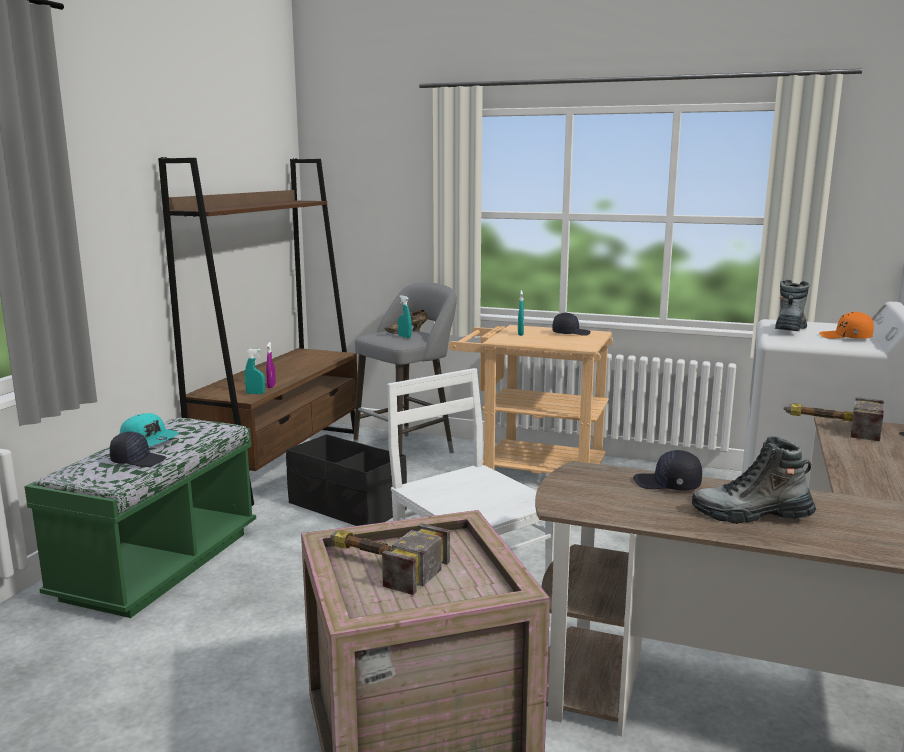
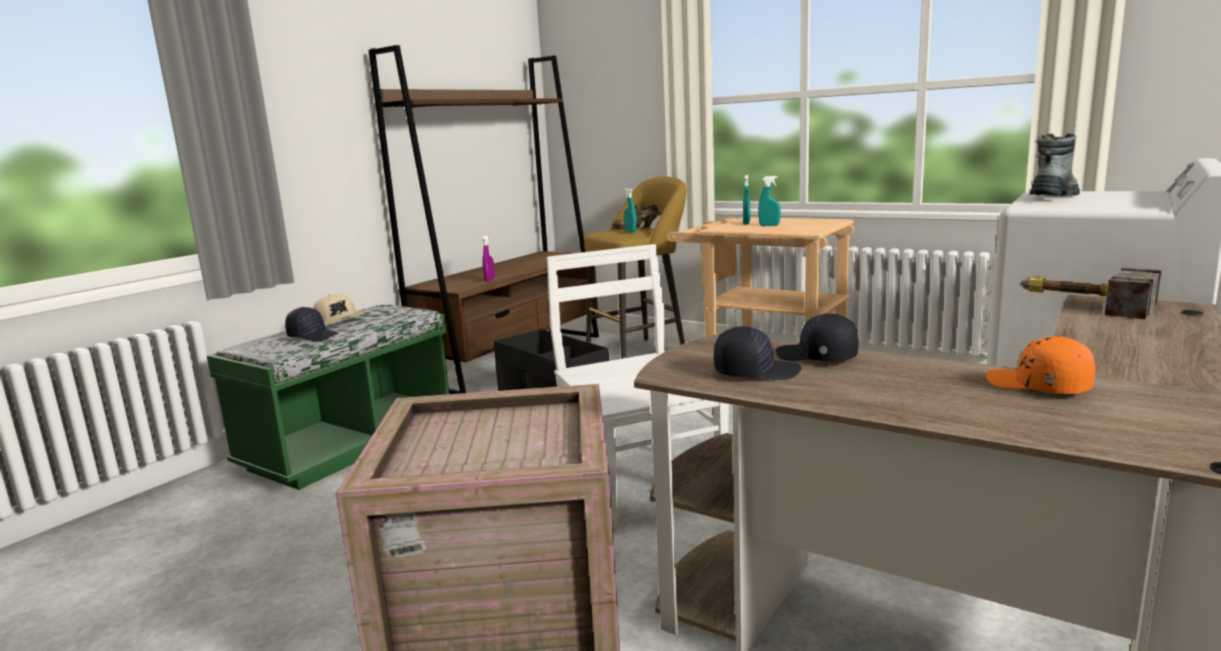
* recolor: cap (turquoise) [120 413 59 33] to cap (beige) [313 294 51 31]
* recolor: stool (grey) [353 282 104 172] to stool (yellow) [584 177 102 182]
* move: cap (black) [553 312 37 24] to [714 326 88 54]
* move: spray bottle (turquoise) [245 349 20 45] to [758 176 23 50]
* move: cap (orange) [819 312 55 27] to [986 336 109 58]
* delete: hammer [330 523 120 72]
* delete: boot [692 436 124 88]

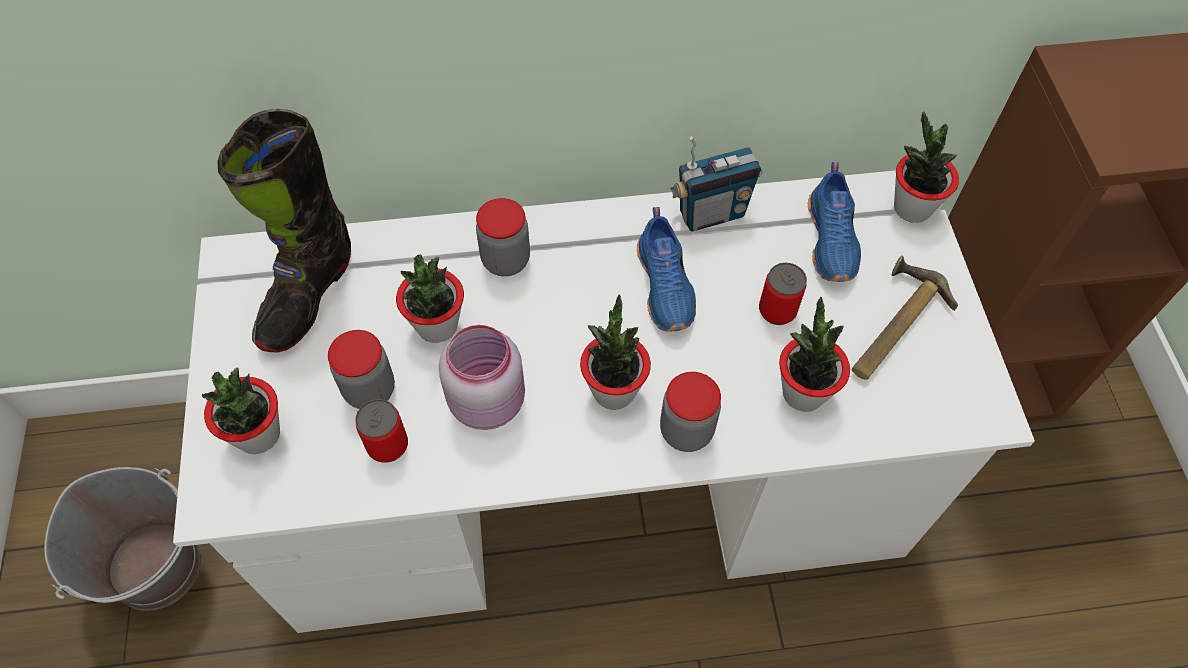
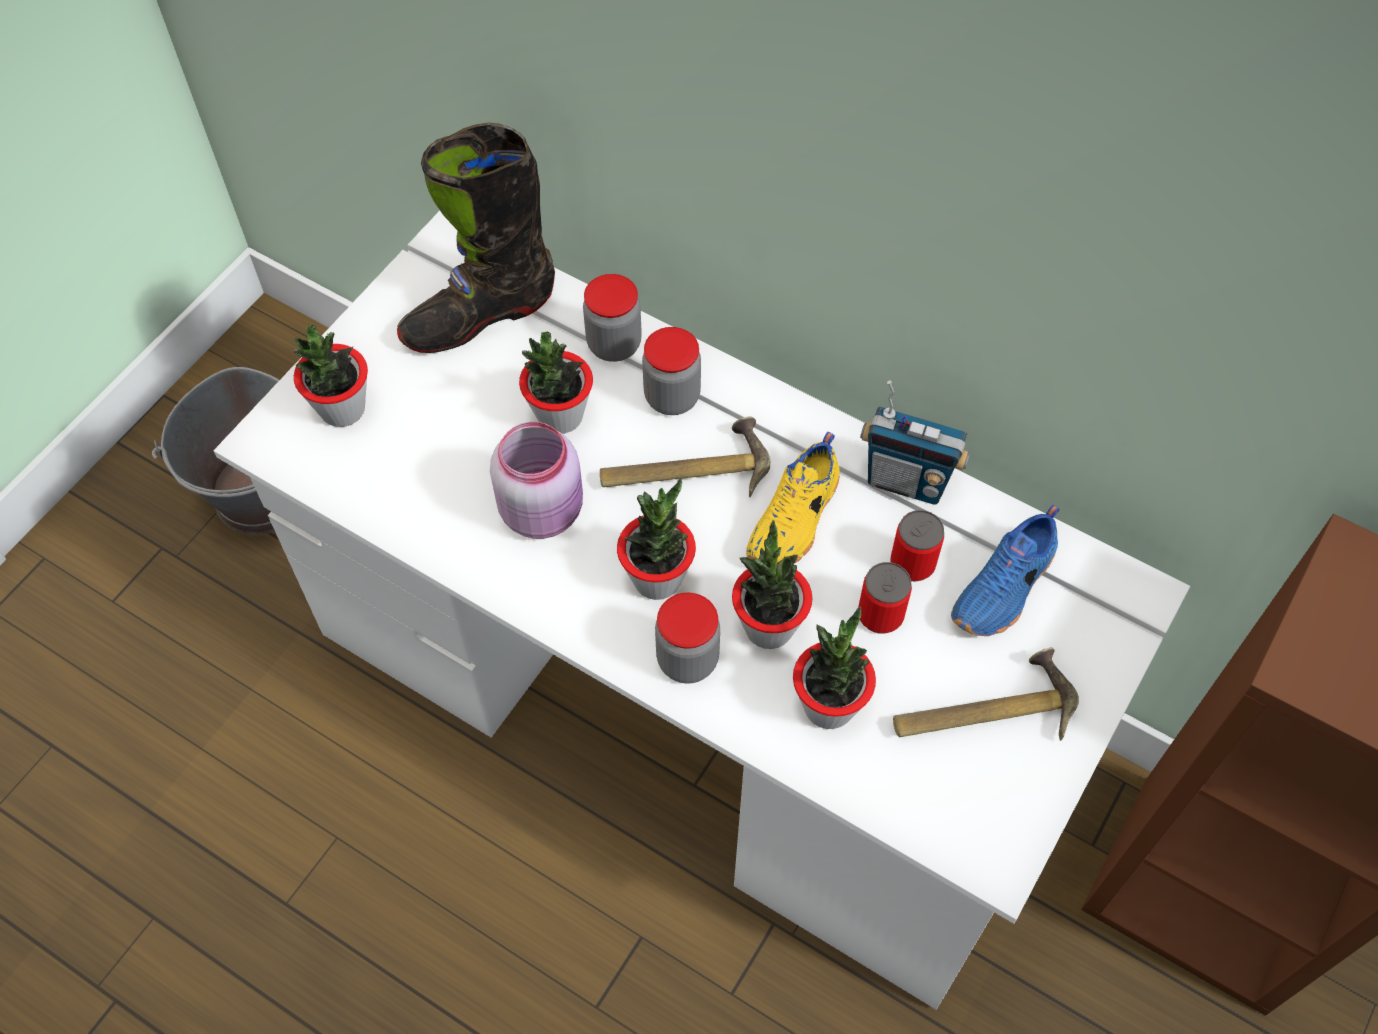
* move: jar [328 330 67 79] to [583 274 59 88]
* insert: hammer [600 417 171 80]
* move: potted plant [894 111 65 112] to [732 520 80 129]
* recolor: shoe (blue) [637 207 59 124] to shoe (yellow) [746 432 93 131]
* move: can [355 399 53 64] to [891 510 53 71]

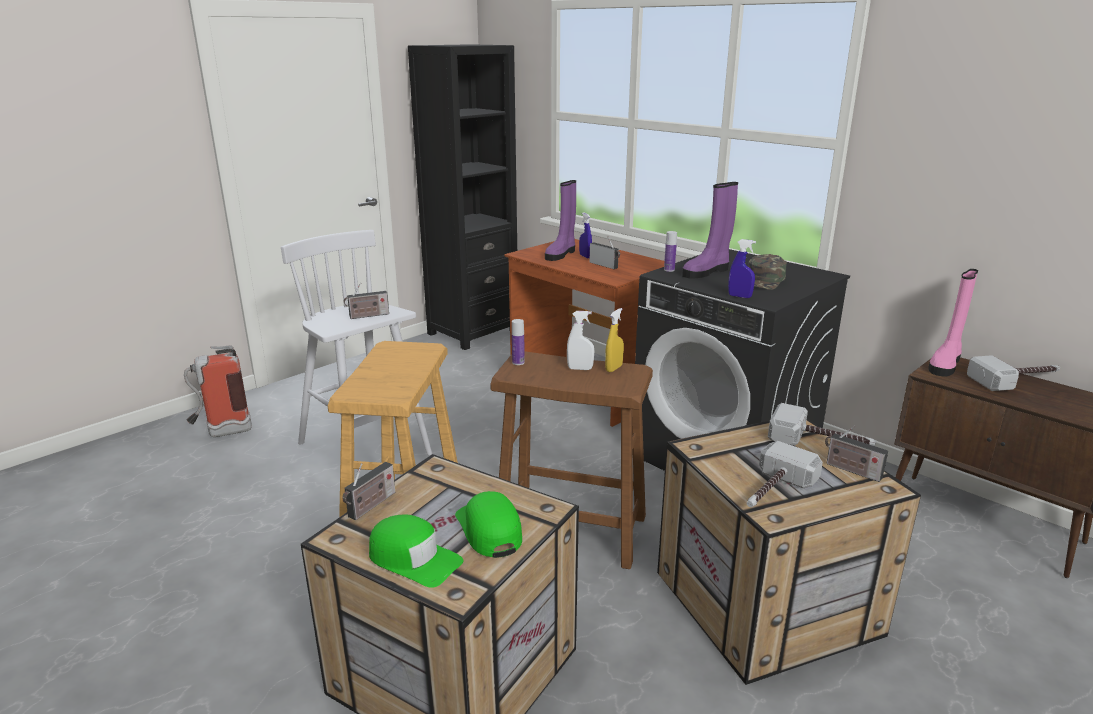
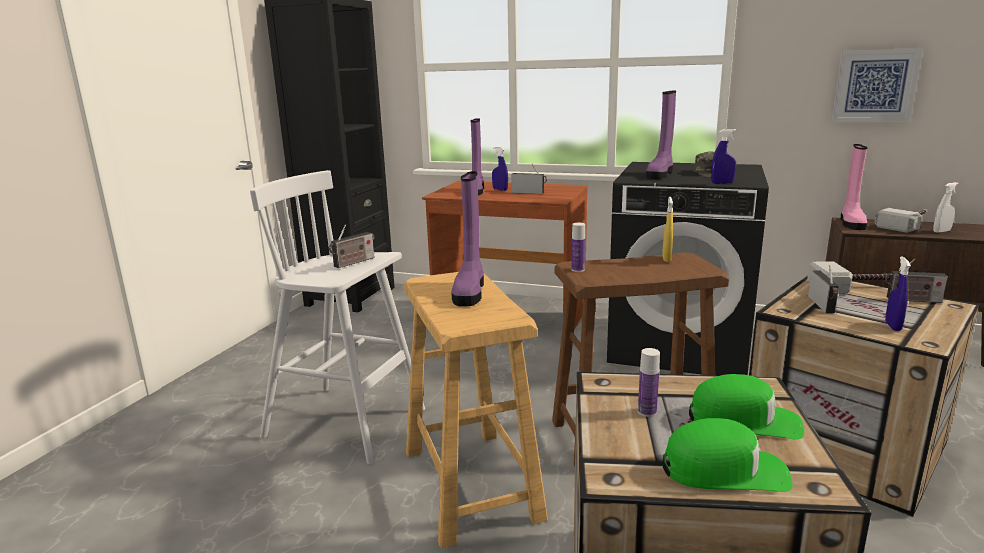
* insert: boot (purple) [451 171 33 136]
* move: bottle [664 231 13 41] to [638 348 22 69]
* rotate: cap (green) [455 491 67 67] = [689 374 115 66] 150 degrees clockwise
* move: radio [342 462 53 58] to [808 265 31 48]
* insert: picture [832 48 91 73]
* replace: hammer [747 441 76 66] to spray bottle (blue) [885 256 26 75]
* move: spray bottle (white) [567 311 27 59] to [933 182 26 51]
* delete: fire extinguisher [184 345 68 92]

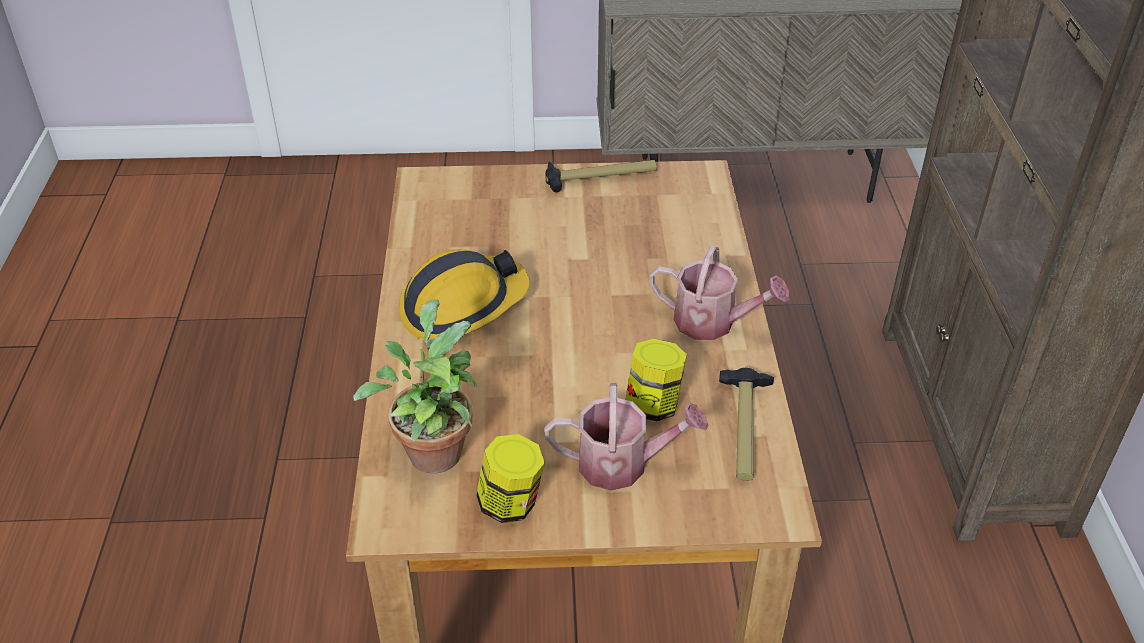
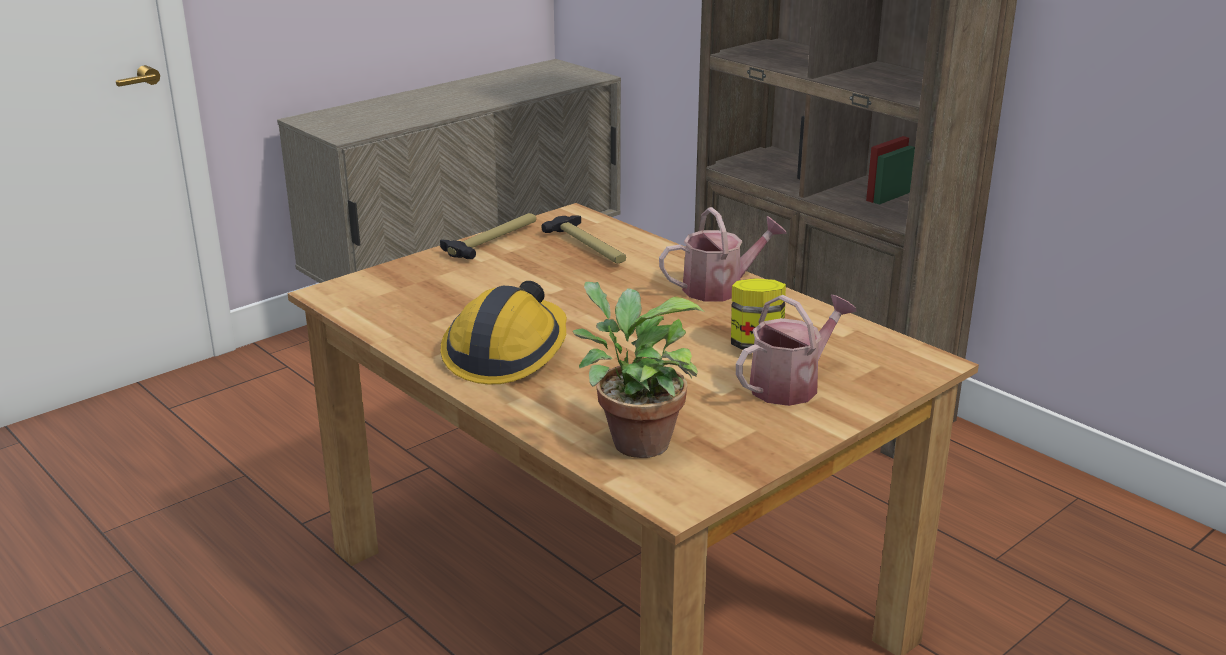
* move: hammer [719 368 55 112] to [541 216 85 47]
* delete: jar [476 434 69 89]

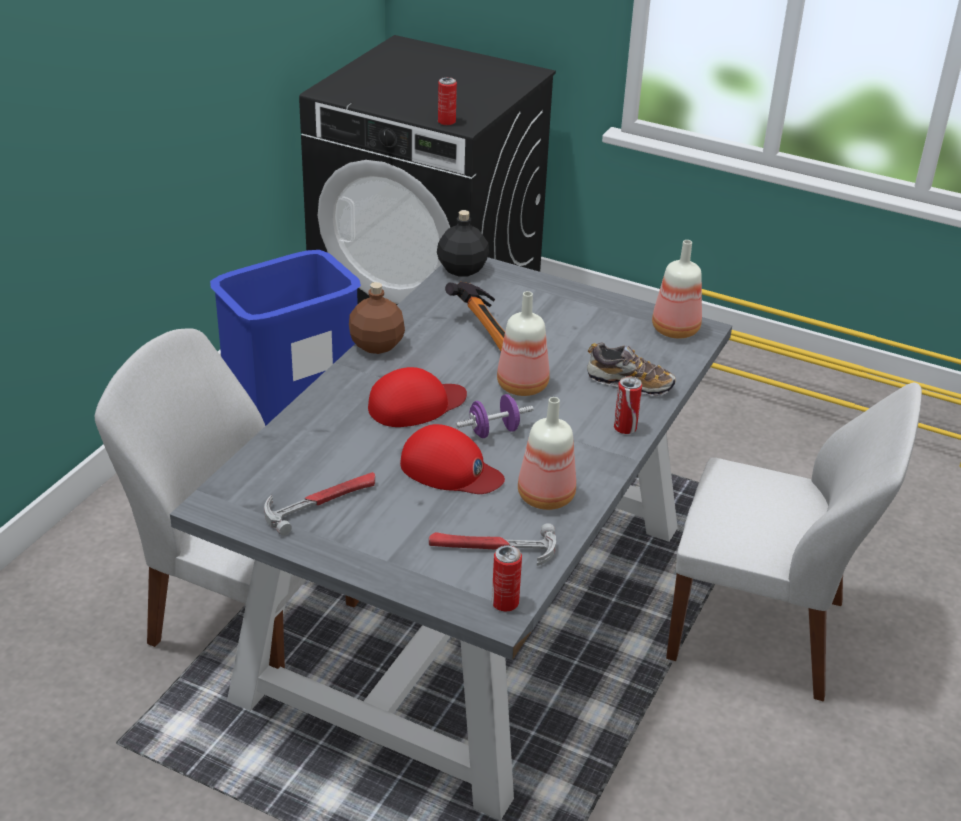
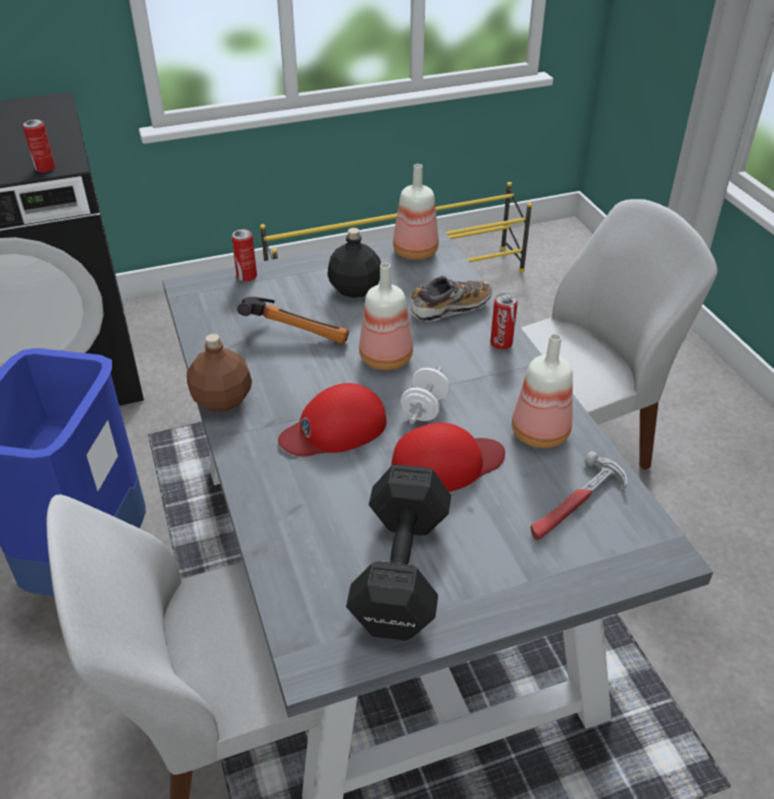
* move: can [492 545 30 67] to [232 229 25 52]
* rotate: cap (red) [368 367 99 60] = [278 383 109 74] 135 degrees counterclockwise
* move: bottle (black) [437 210 52 67] to [327 228 54 70]
* replace: hammer [264 472 111 64] to dumbbell (black) [346 465 105 176]
* recolor: dumbbell (purple) [456 394 78 44] to dumbbell (white) [401 367 49 57]

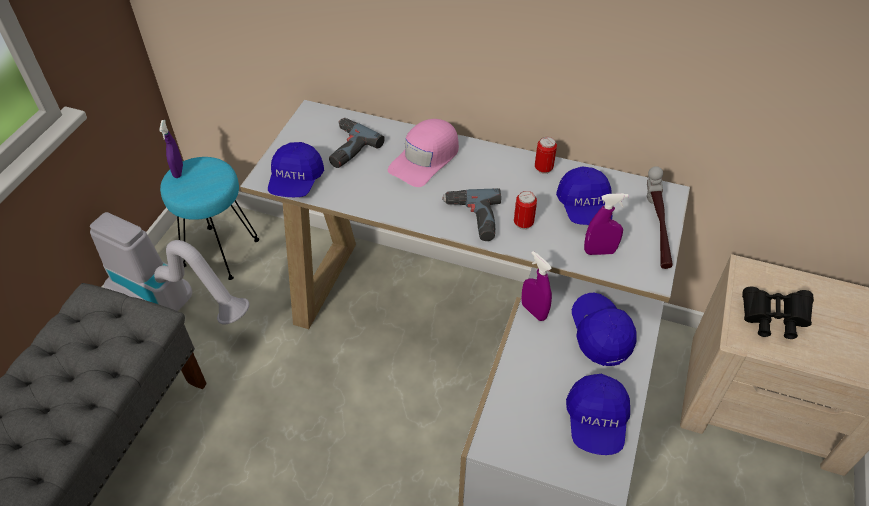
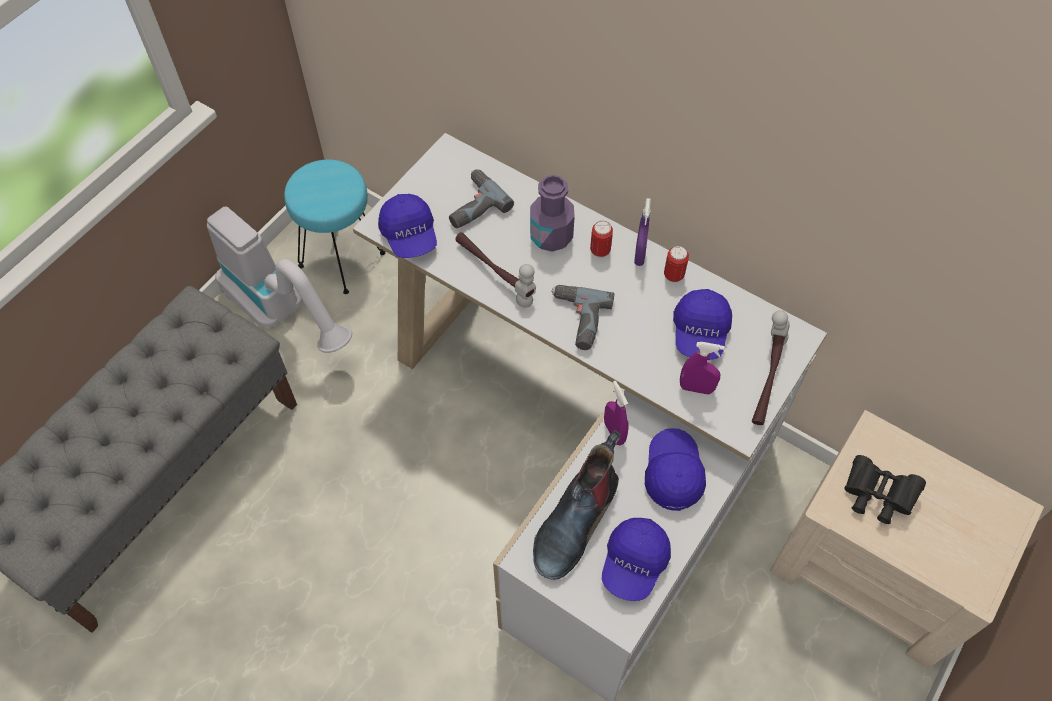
* rotate: cap (blue) [268 142 56 55] = [378 194 59 64] 45 degrees counterclockwise
* insert: hammer [455 232 81 76]
* replace: cap (pink) [388 119 71 68] to bottle (purple) [530 175 45 77]
* insert: boot [533 430 88 150]
* move: can [514 191 23 39] to [590 221 23 37]
* move: spray bottle (purple) [159 120 24 58] to [634 198 17 68]

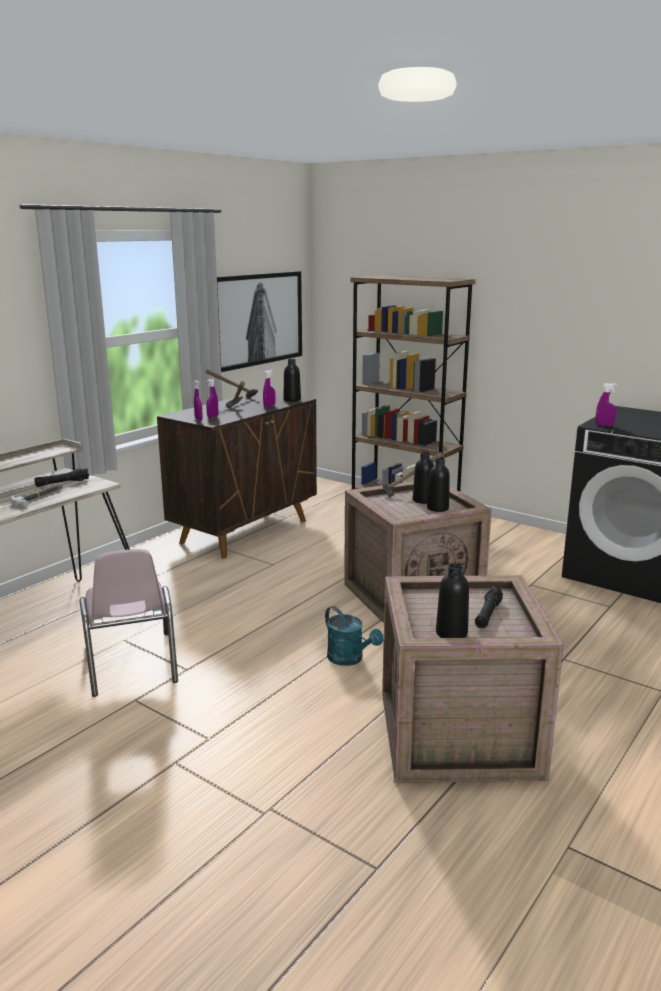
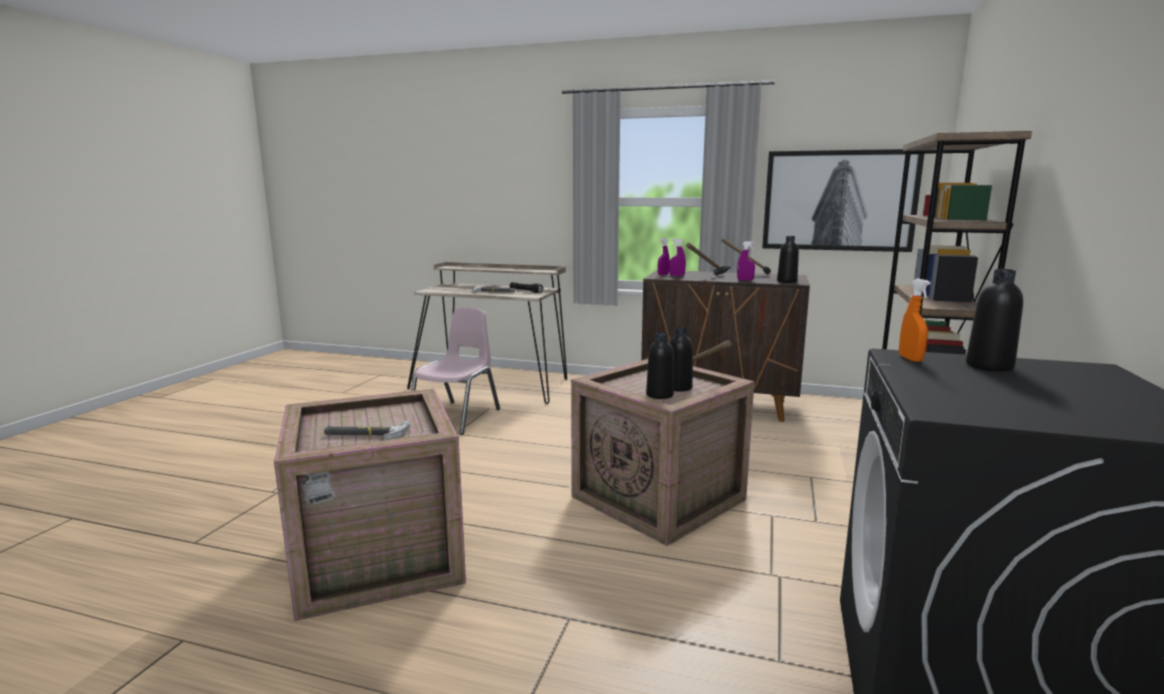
* replace: flashlight (black) [475 587 28 41] to hammer [324 421 87 19]
* rotate: chair (pink) [80 549 98 148] = [411 307 89 128] 150 degrees clockwise
* recolor: spray bottle (purple) [596 383 21 43] to spray bottle (orange) [899 279 32 83]
* move: bottle (black) [436 563 33 75] to [966 269 57 103]
* delete: watering can (turquoise) [325 606 58 60]

